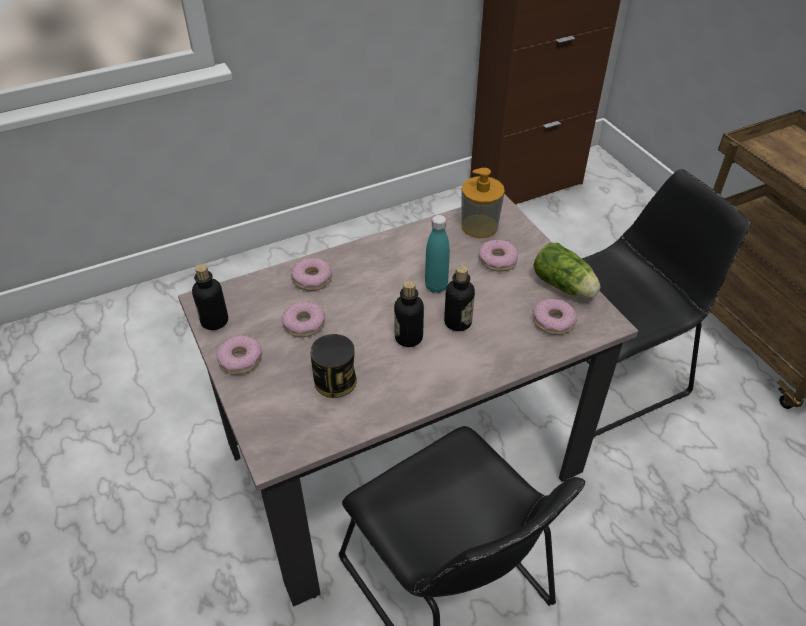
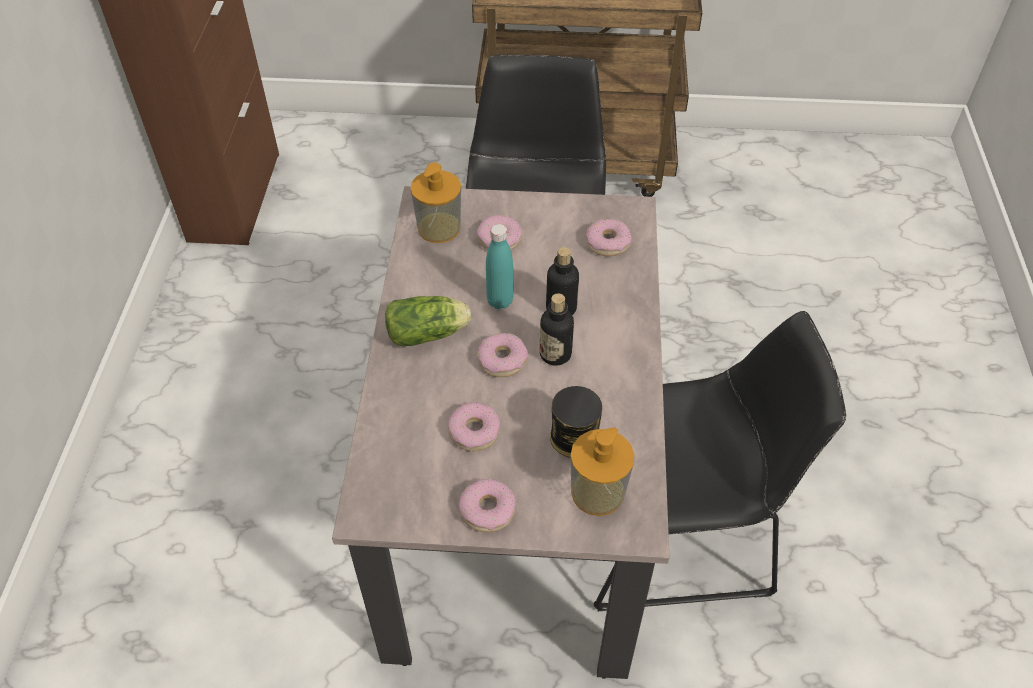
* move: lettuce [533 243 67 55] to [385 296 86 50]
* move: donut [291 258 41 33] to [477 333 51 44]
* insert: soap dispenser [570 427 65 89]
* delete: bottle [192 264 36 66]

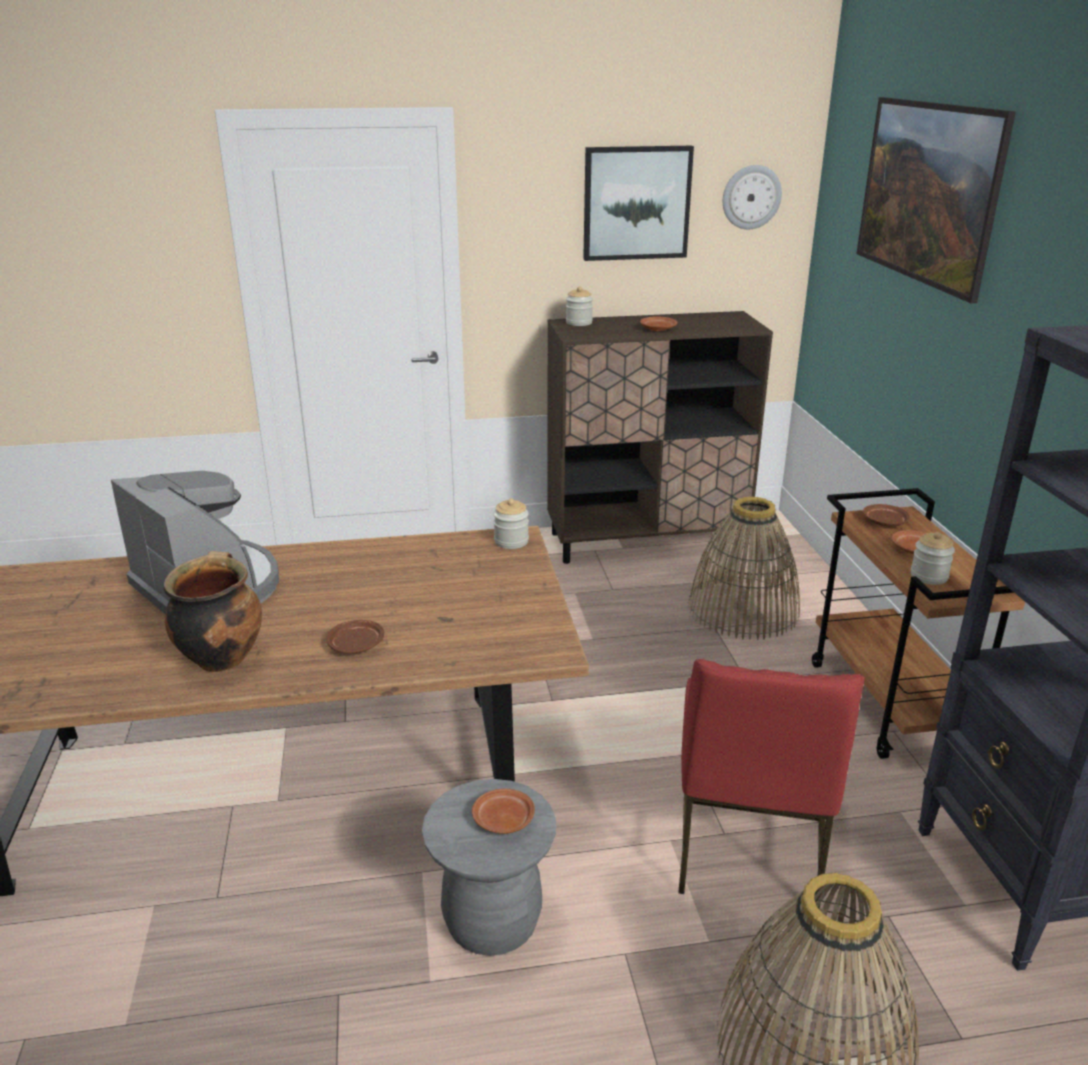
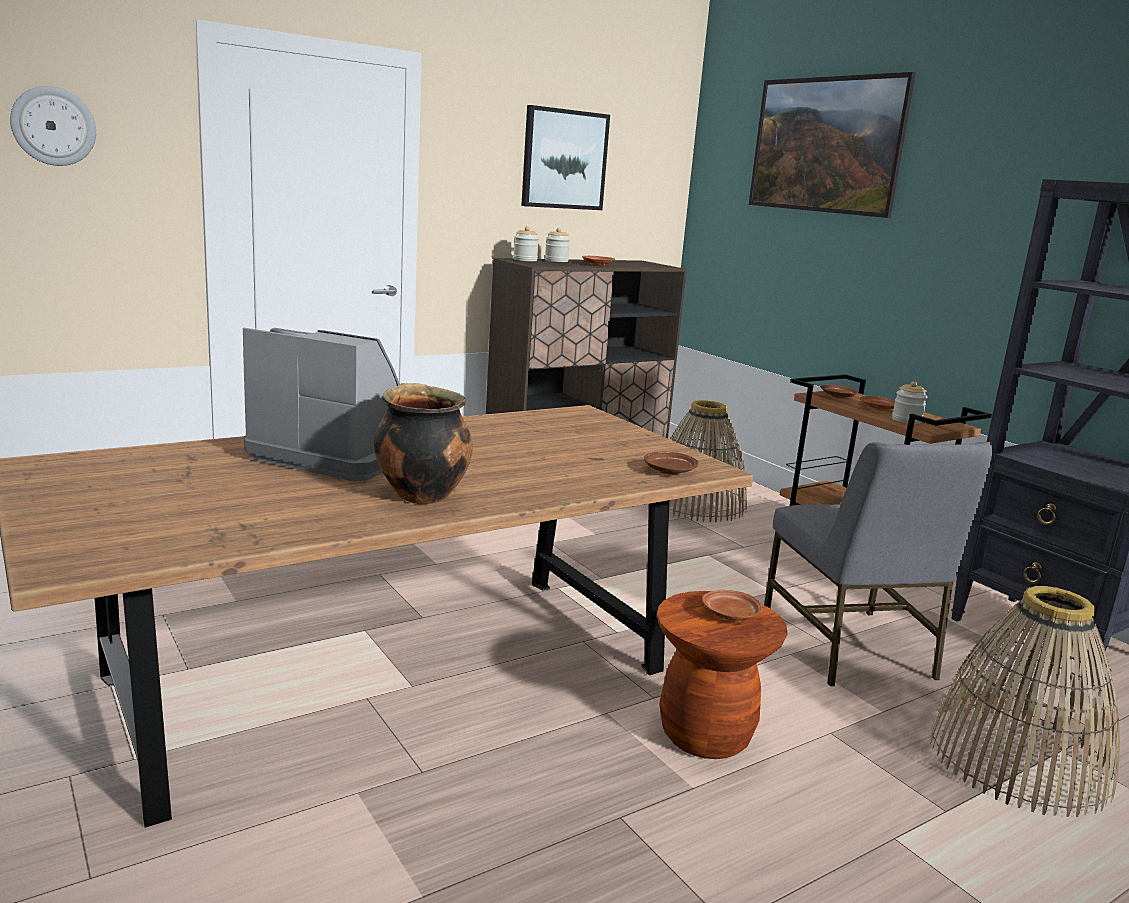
* move: wall clock [723 165 59 64] to [10 86 86 80]
* move: jar [493 498 36 51] to [545 228 25 34]
* move: plate (brown) [326 620 58 34] to [644 452 54 22]
* recolor: stool (grey) [422 779 134 177] to stool (brown) [657 591 131 168]
* recolor: chair (red) [678 659 187 250] to chair (grey) [764 441 228 245]

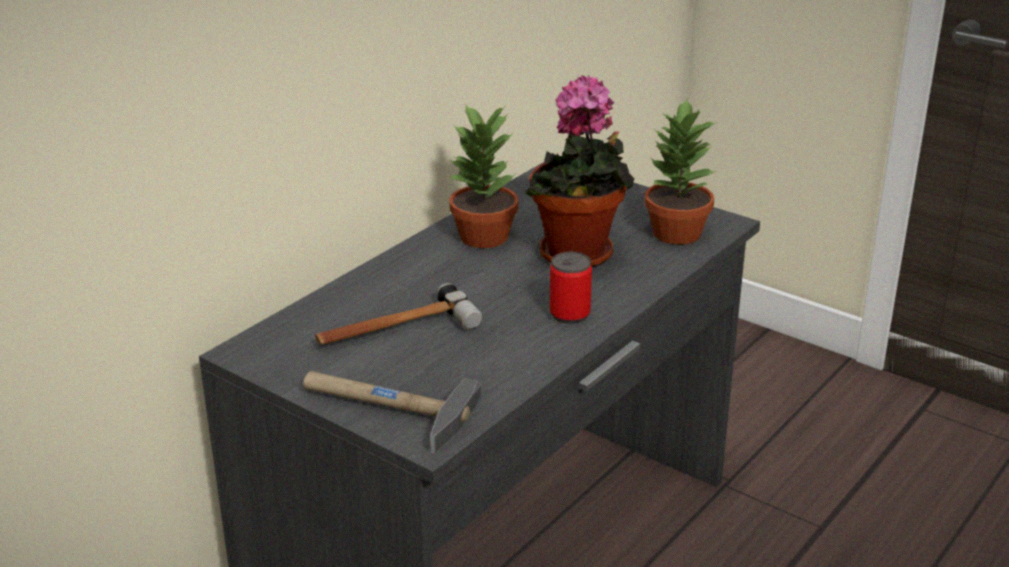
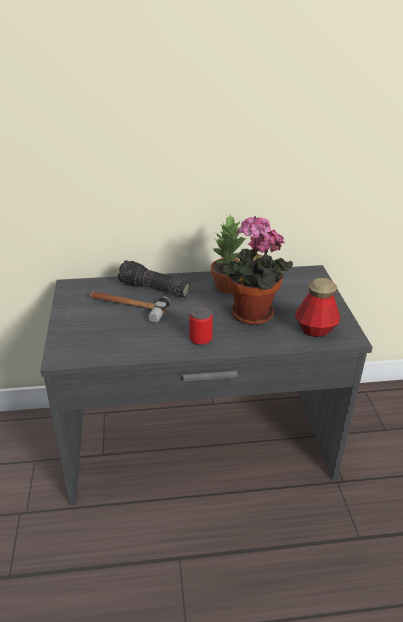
* insert: flashlight [118 260 72 37]
* replace: potted plant [645 99 72 146] to bottle [295 278 45 59]
* delete: hammer [303 371 178 83]

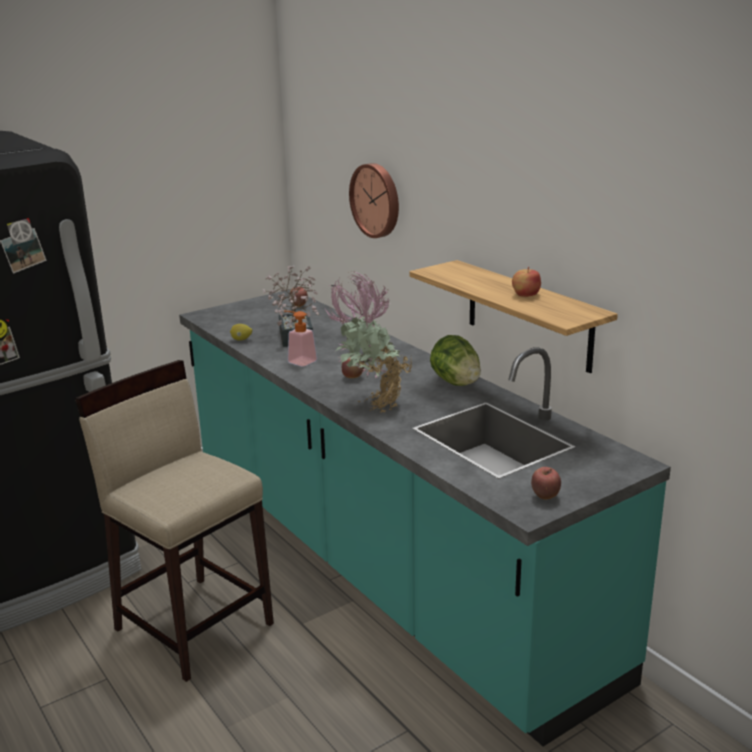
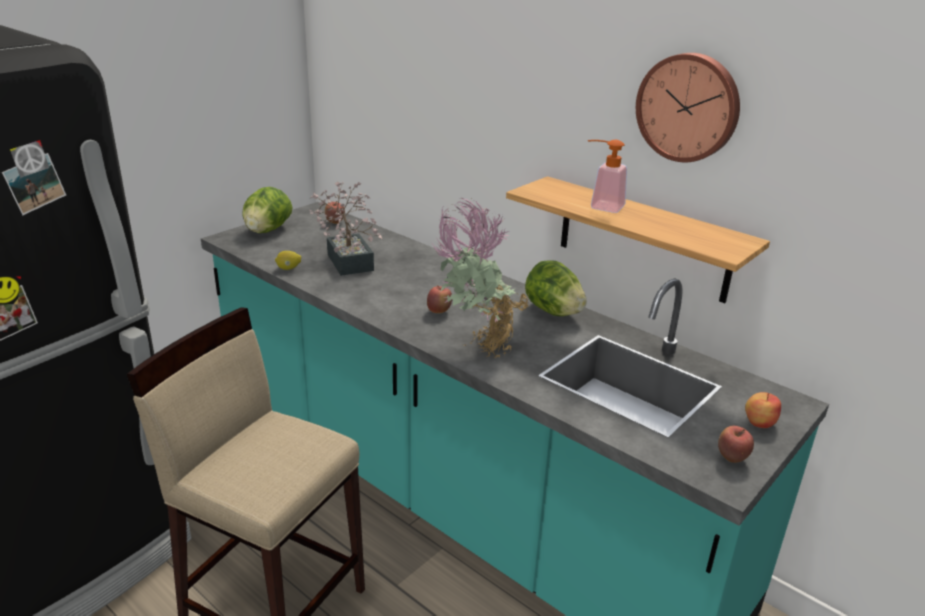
* insert: lettuce [242 187 50 46]
* move: soap dispenser [284 311 33 56] to [588 140 39 73]
* move: wall clock [349 163 50 75] to [636 53 104 109]
* move: apple [512 267 29 30] to [745 392 36 36]

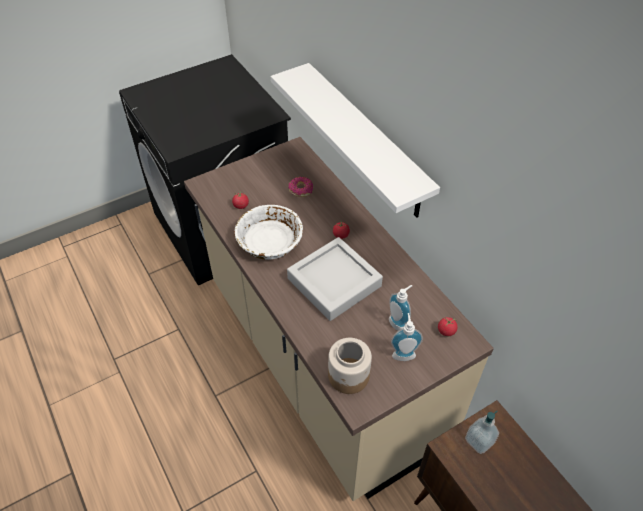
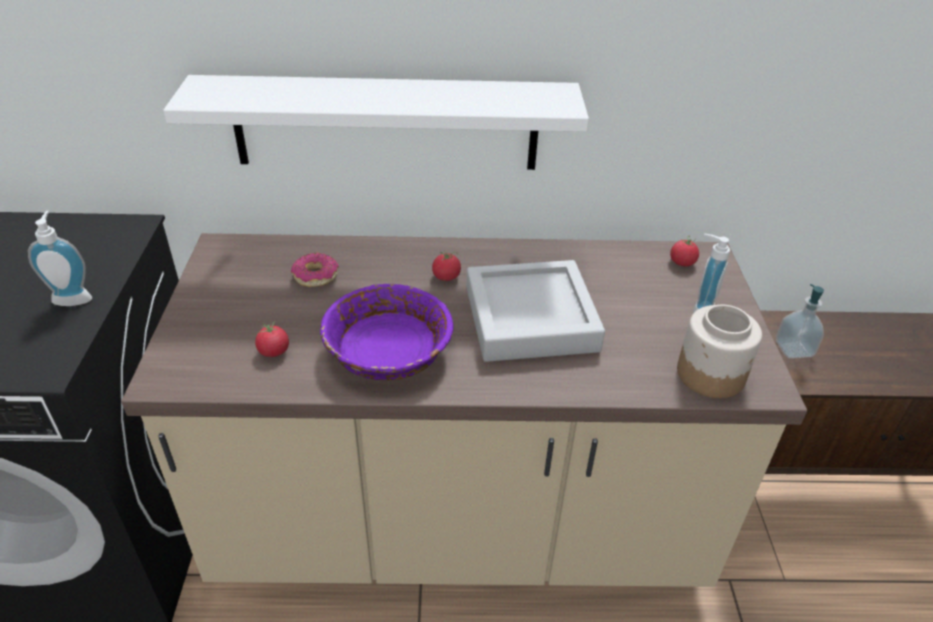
* move: soap dispenser [389 285 23 46] to [28 211 64 95]
* recolor: bowl (white) [234 205 69 55] to bowl (purple) [320 284 134 96]

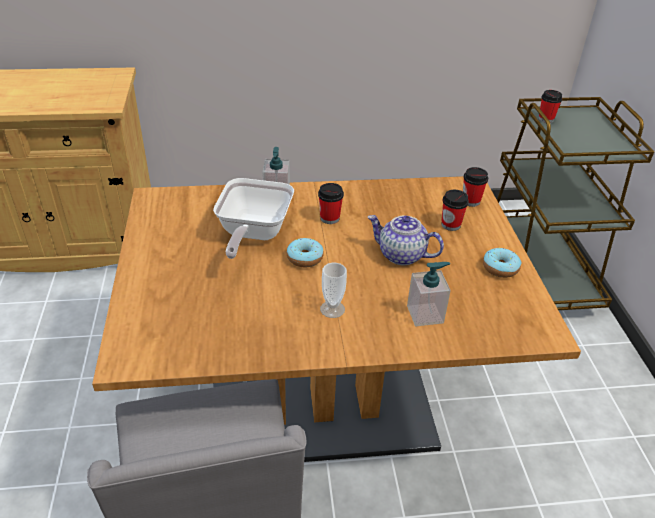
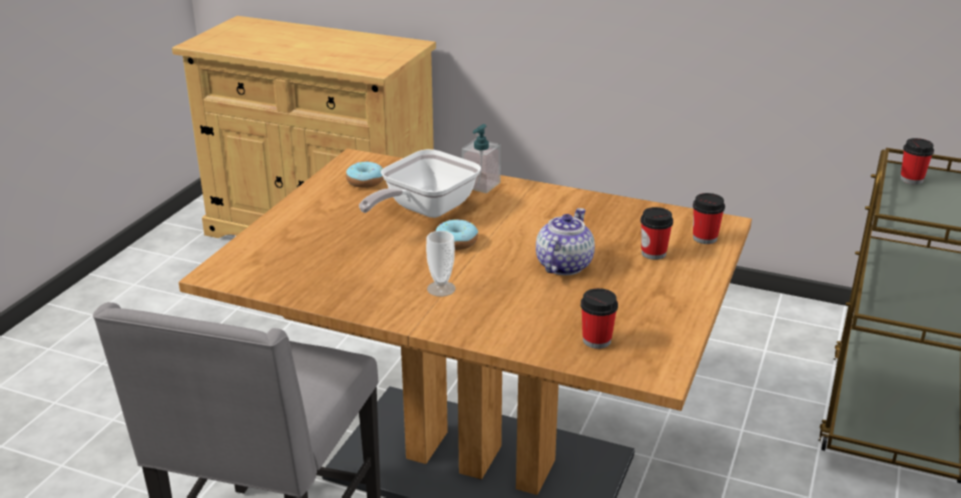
* move: donut [483 248 38 30] to [346 161 38 27]
* rotate: teapot [368 215 76 50] = [536 208 59 67] 60 degrees clockwise
* move: cup [318 183 26 41] to [581 288 37 61]
* delete: soap dispenser [407 262 44 64]

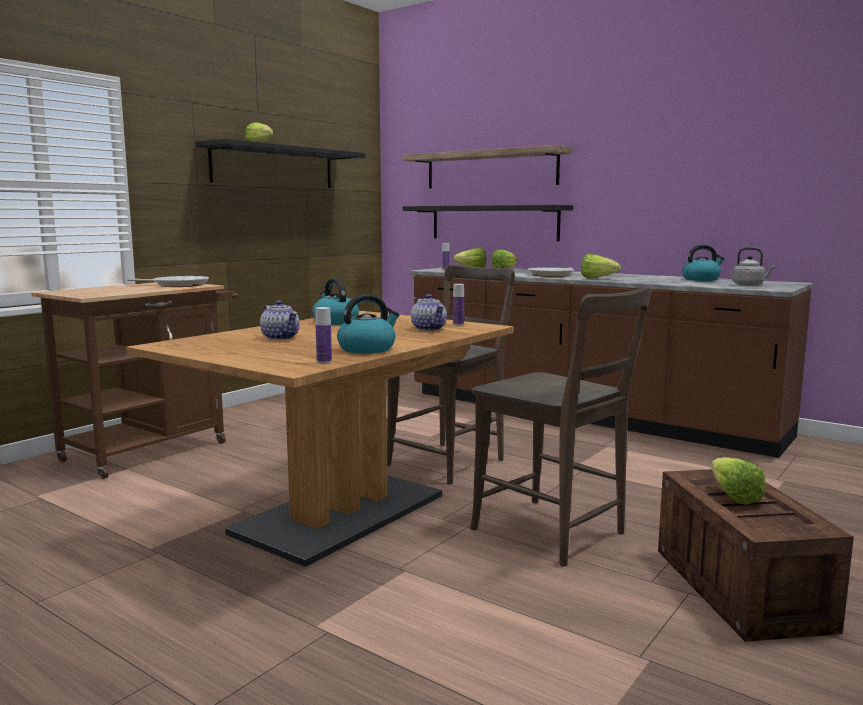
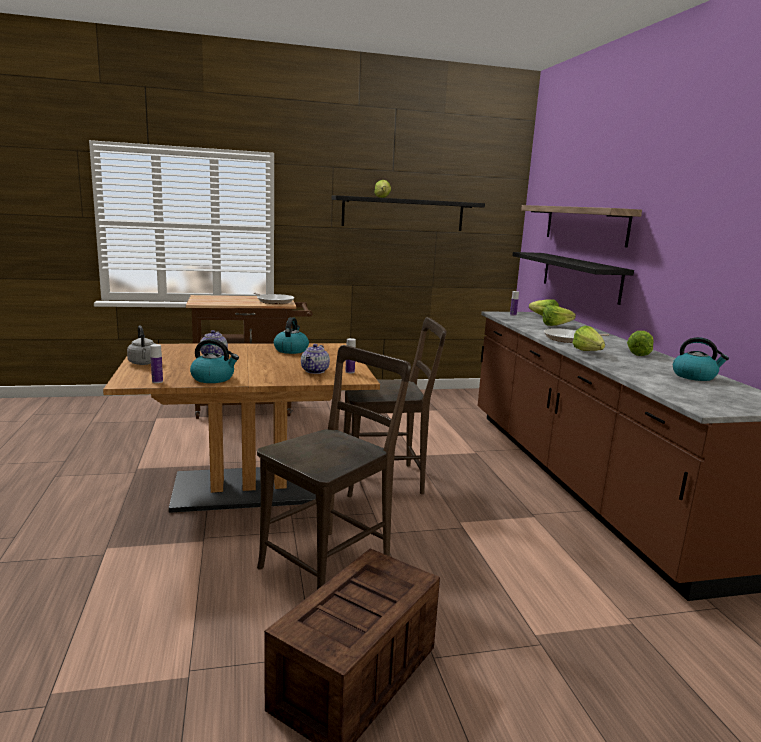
* move: kettle (grey) [732 247 44 39] to [127 325 29 40]
* rotate: chair (brown) [470 287 181 279] = [257 345 154 244] 135 degrees counterclockwise
* move: lettuce [711 457 54 48] to [627 331 27 25]

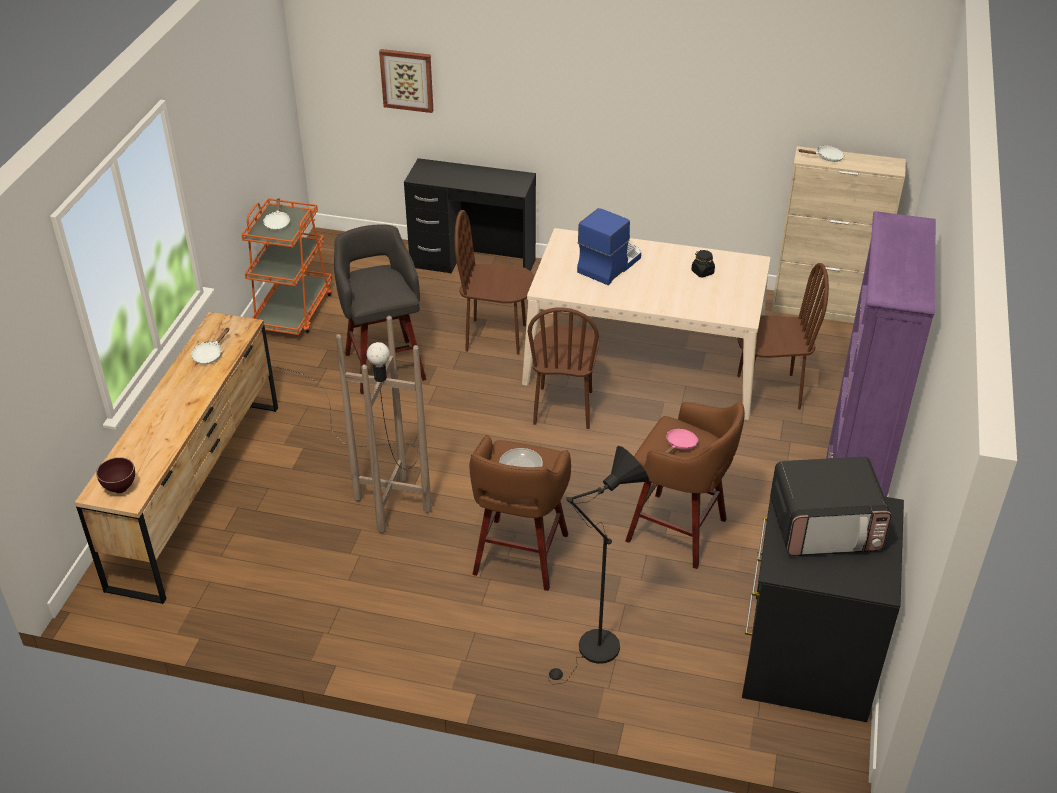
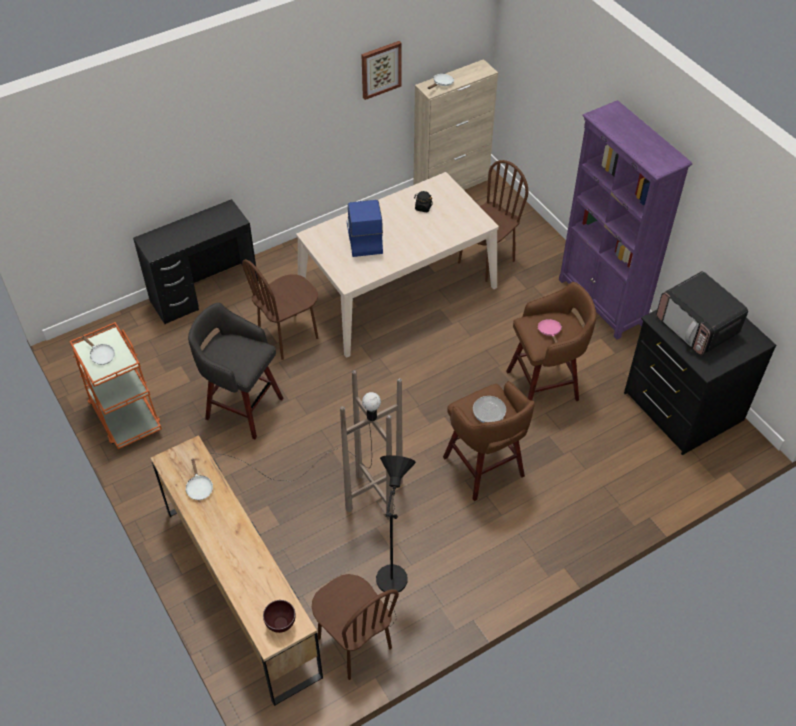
* move: chair (brown) [528 307 72 122] to [312 574 87 106]
* move: picture [379 49 54 64] to [361 41 41 59]
* move: floor lamp (black) [548 446 101 239] to [376 455 40 172]
* rotate: microwave [770 457 122 99] = [656 271 92 84] 105 degrees clockwise

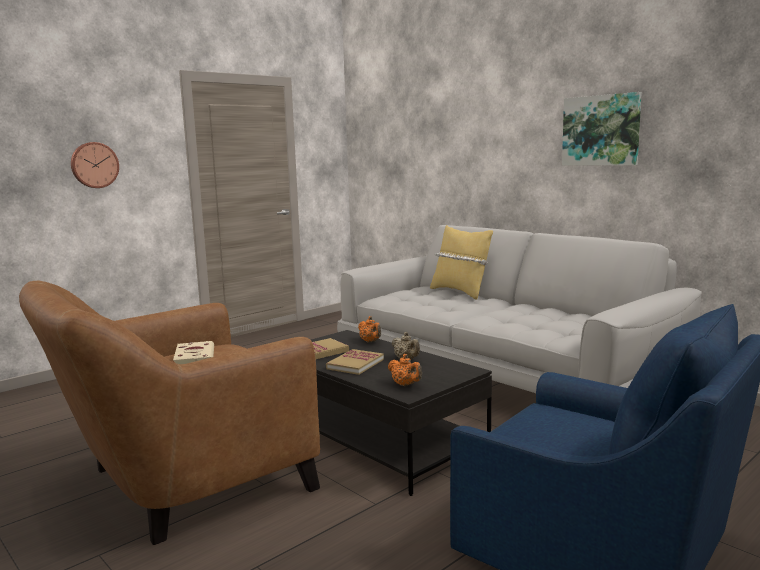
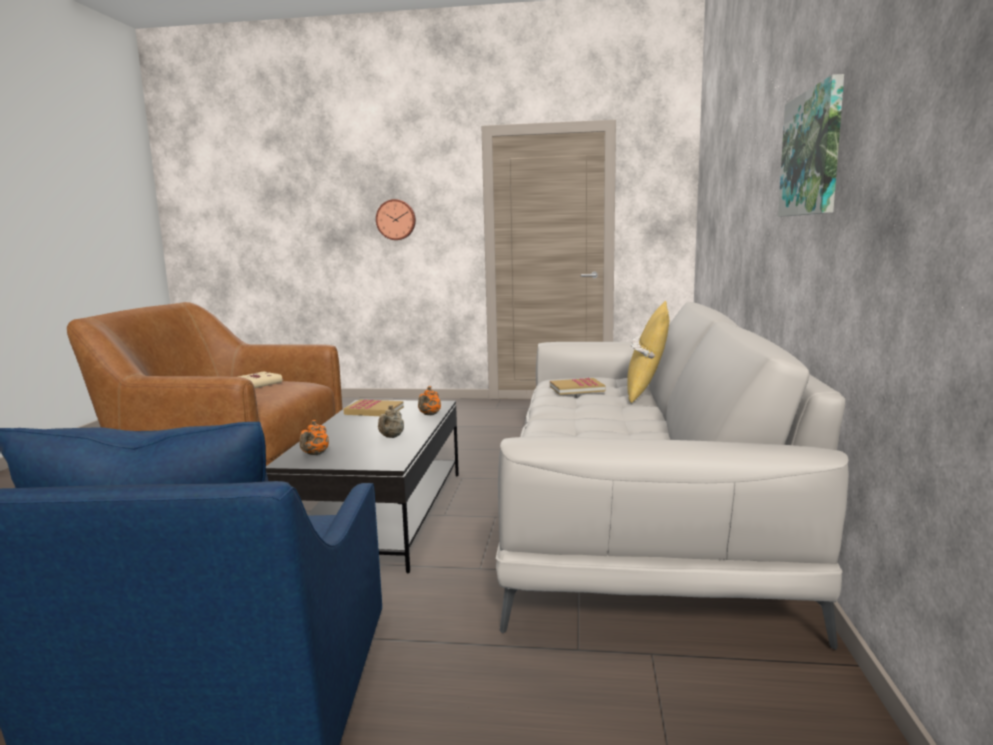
* move: book [326 349 58 26] to [550 378 55 17]

